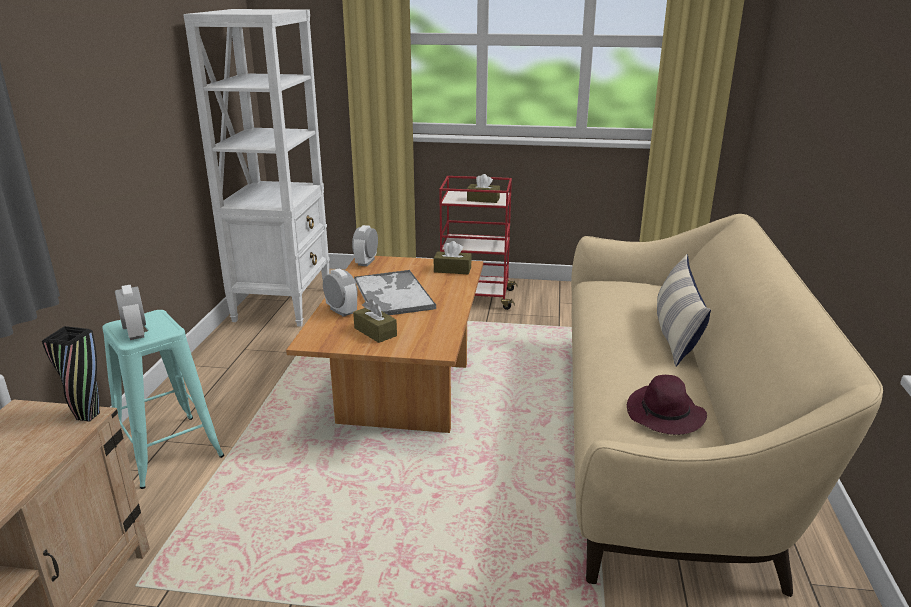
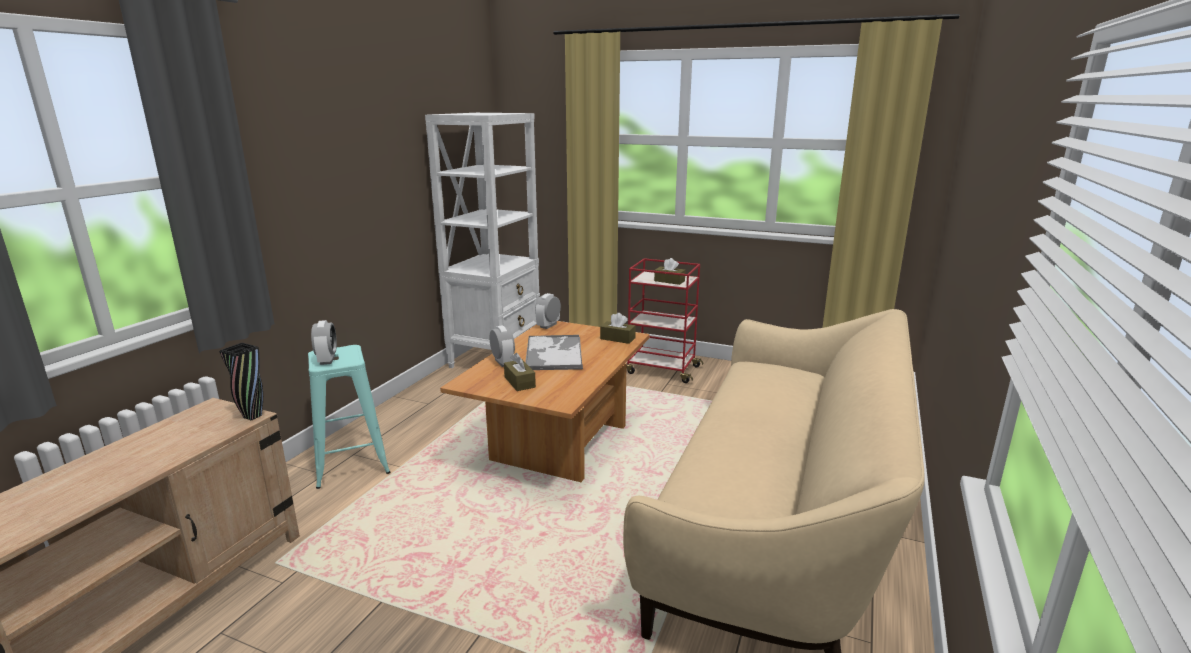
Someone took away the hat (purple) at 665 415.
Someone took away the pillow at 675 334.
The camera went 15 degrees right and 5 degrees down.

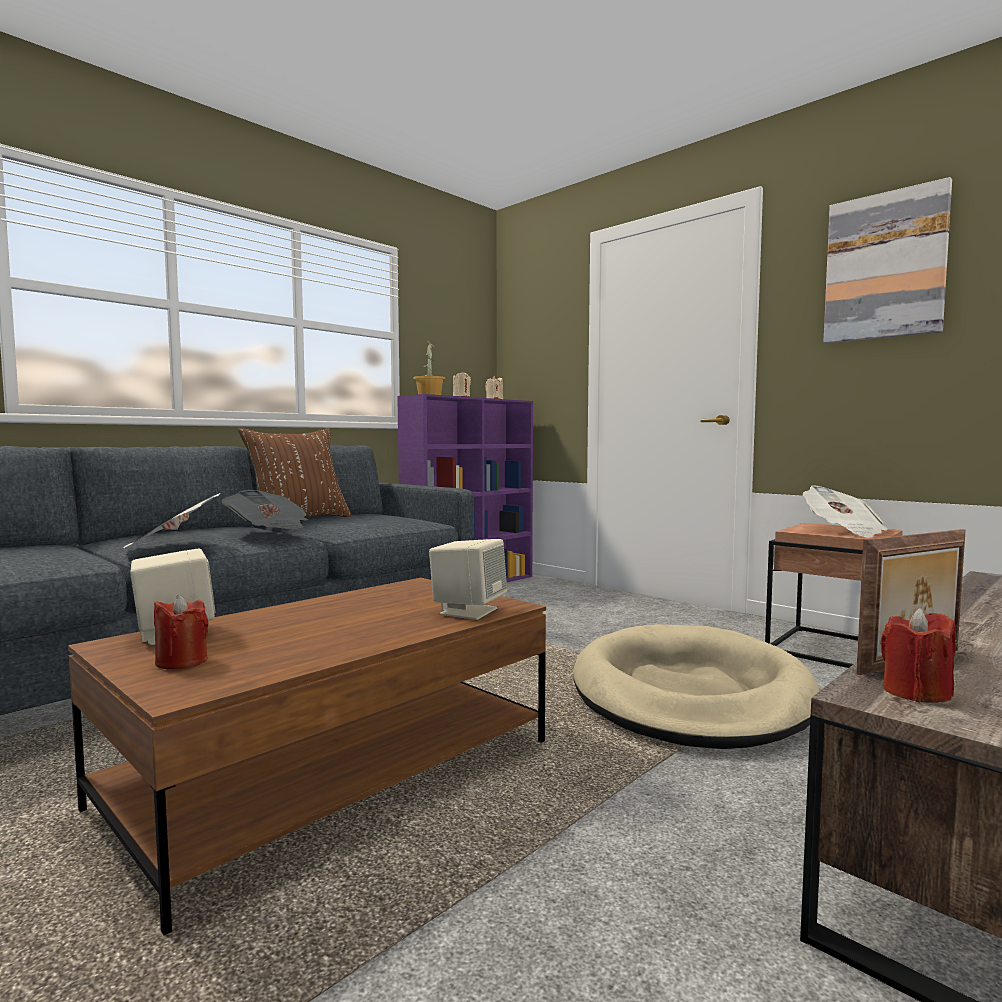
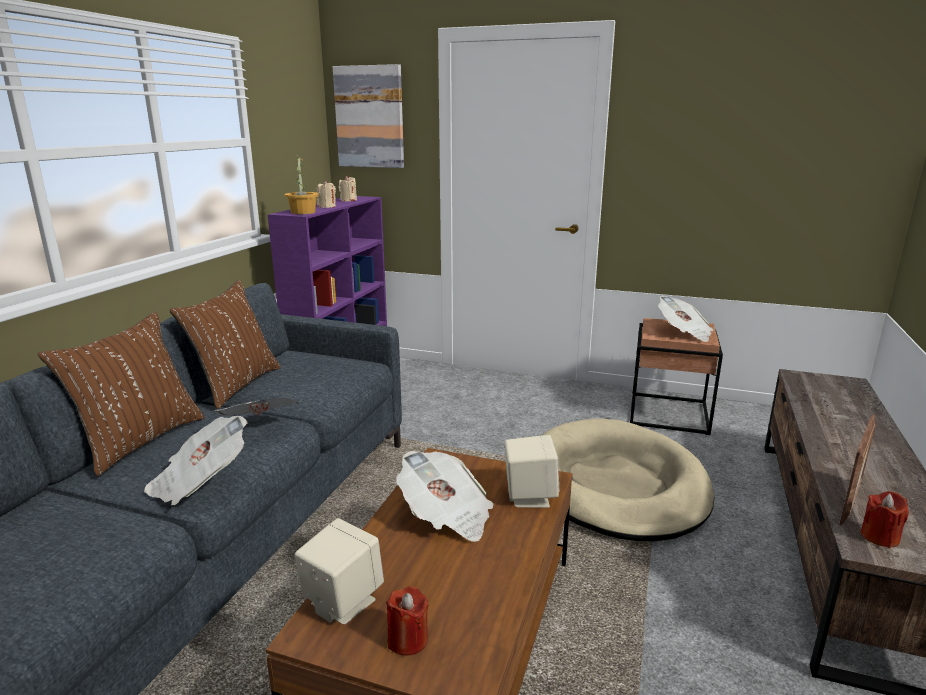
Someone put down the pillow (brown) at 140 441.
Someone put down the newspaper at 446 516.
Someone carried the picture from 885 266 to 370 117.
The camera went 25 degrees left and 15 degrees up.

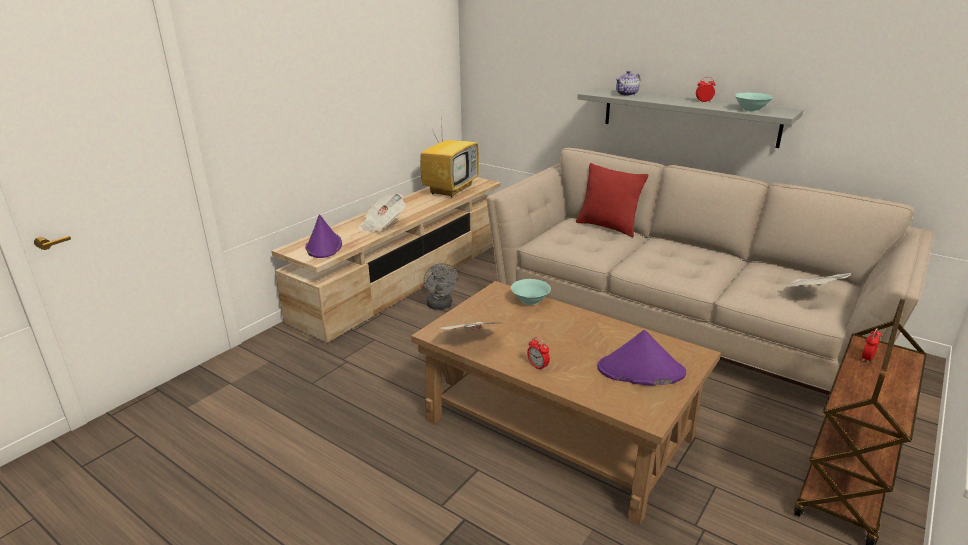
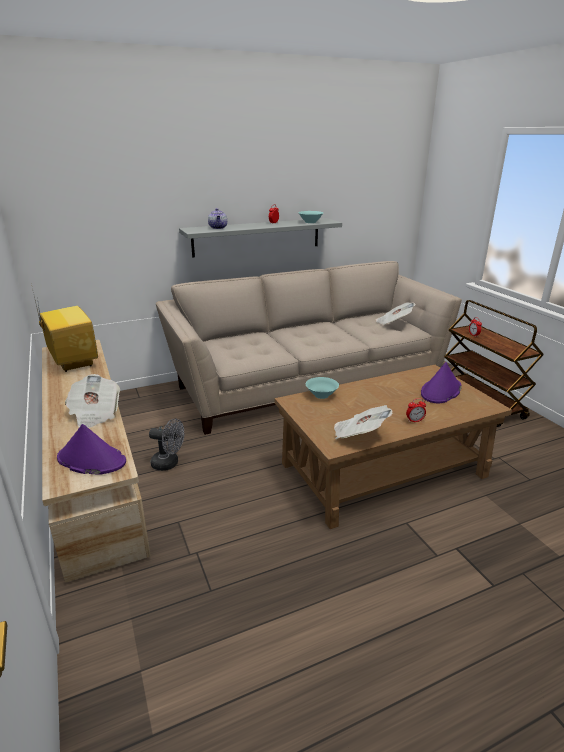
Someone took away the pillow (red) at 608 227.
The camera went 60 degrees left and 0 degrees up.

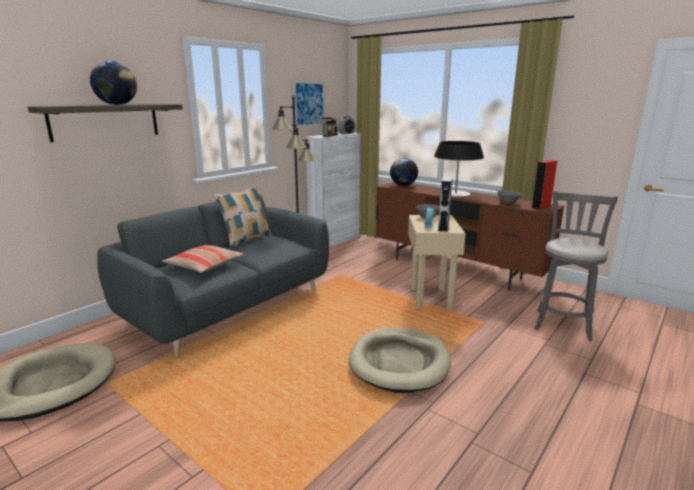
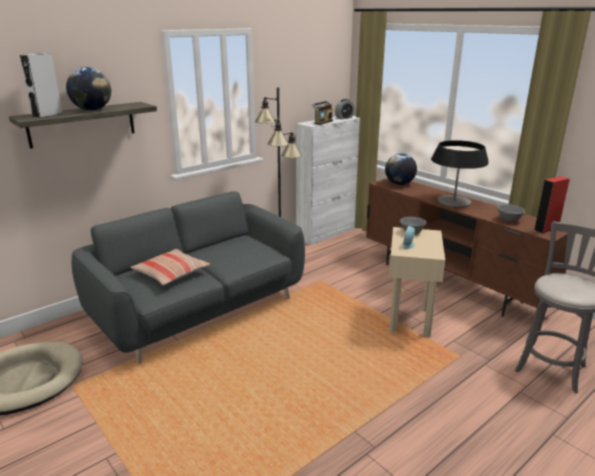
Someone took away the pillow at 246 240.
Someone took away the picture at 309 104.
Someone took away the dog bed (beige) at 399 362.
Someone carried the speaker (grey) from 443 228 to 47 115.
The camera went 10 degrees right and 5 degrees up.

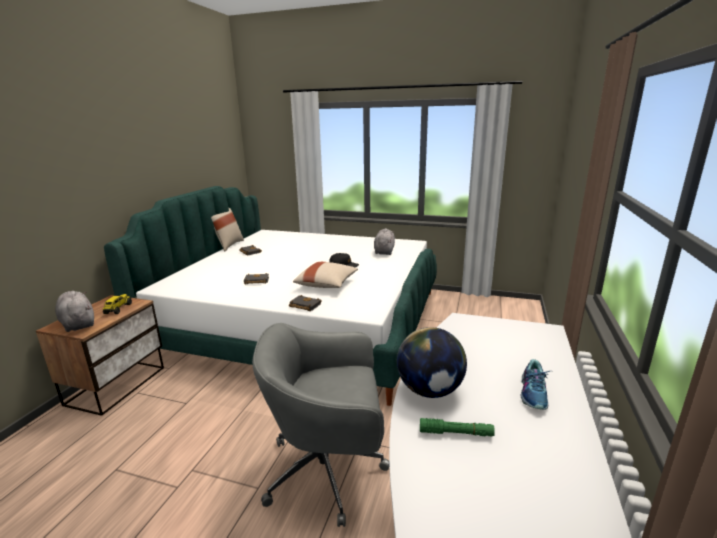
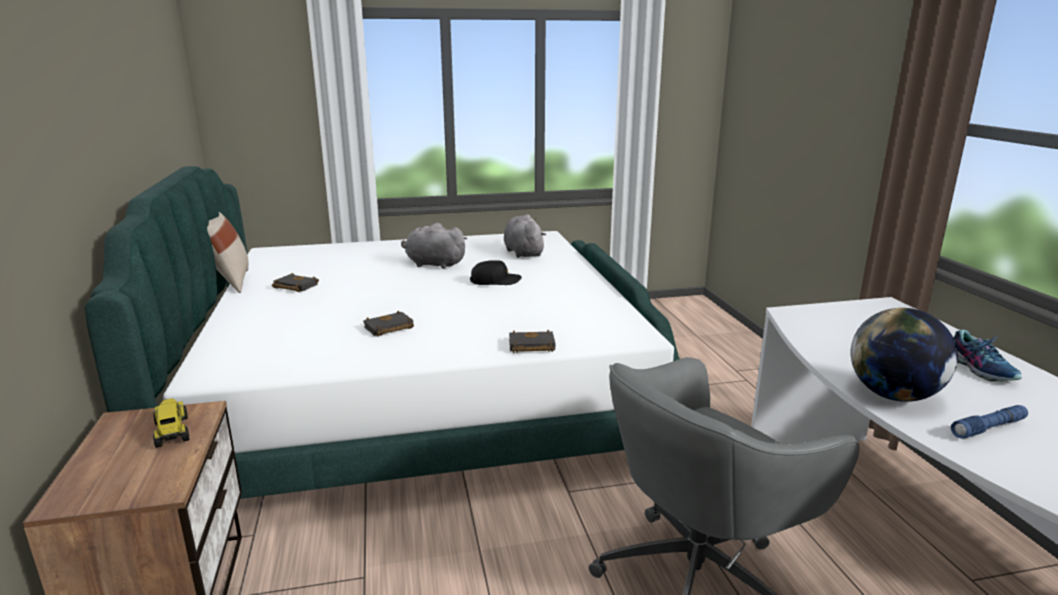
Someone took away the pillow (beige) at 327 284.
Someone carried the plush toy (grey) from 78 323 to 433 264.
Someone repainted the flashlight (green) at 456 433, which became the flashlight (blue) at 988 428.
The camera went 30 degrees left and 0 degrees up.

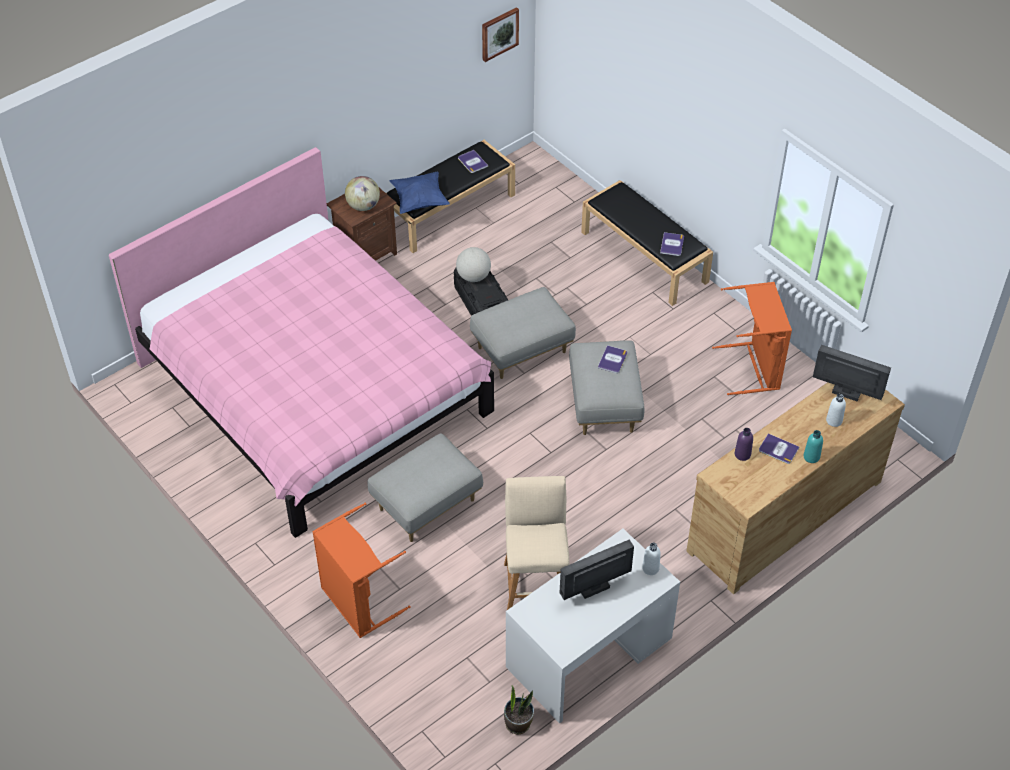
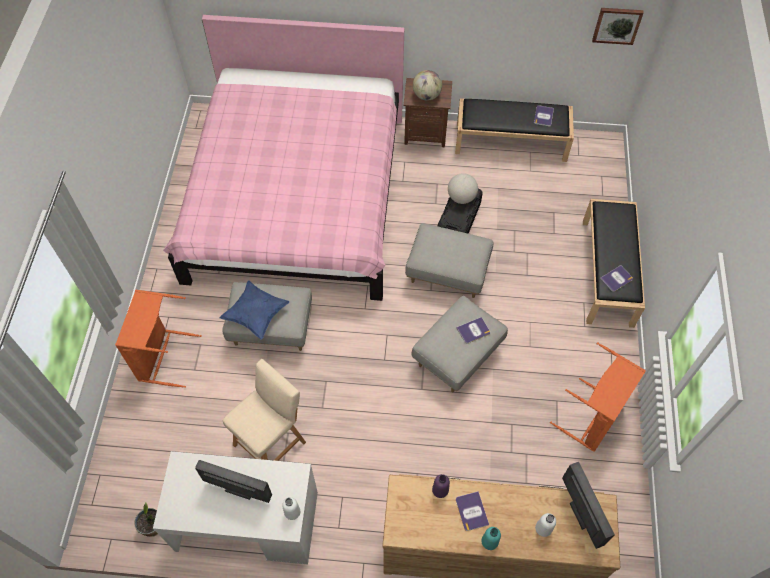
Someone carried the pillow (blue) from 419 201 to 256 315.
The camera went 45 degrees right and 10 degrees up.

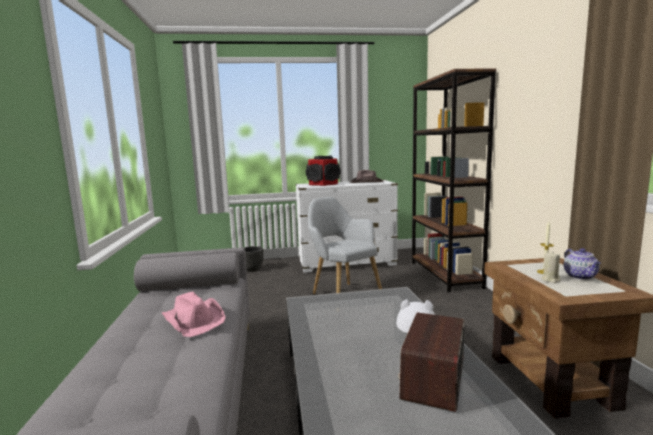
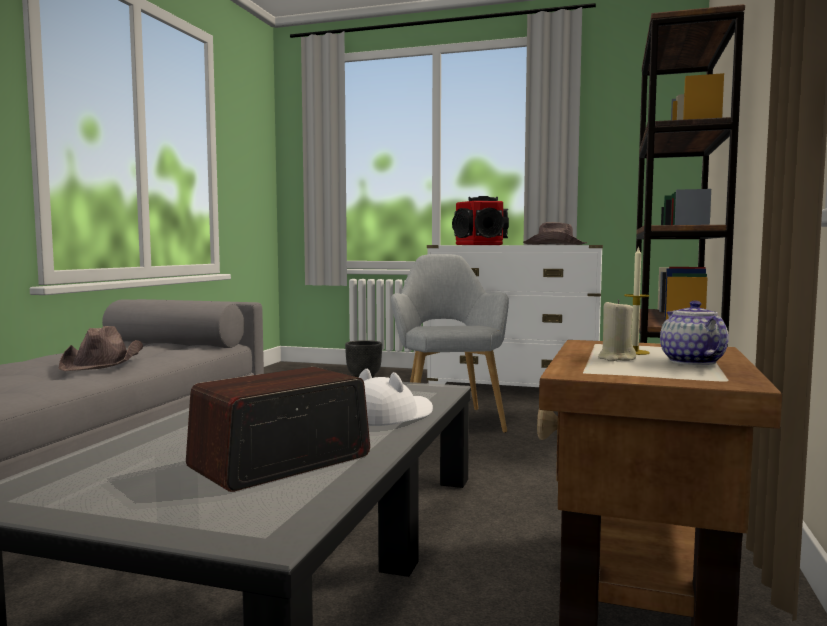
Someone repainted the hat (pink) at 194 320, which became the hat (brown) at 103 362.
Someone rotated the teapot at 581 276 by 150 degrees clockwise.
The camera went 25 degrees right and 5 degrees down.

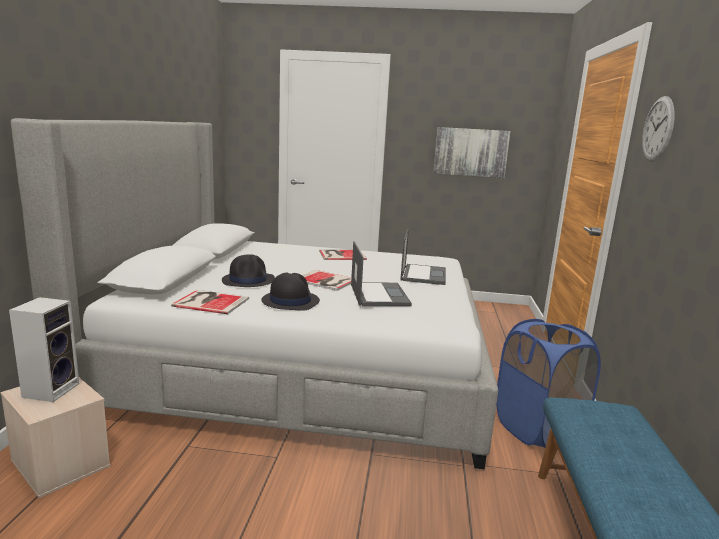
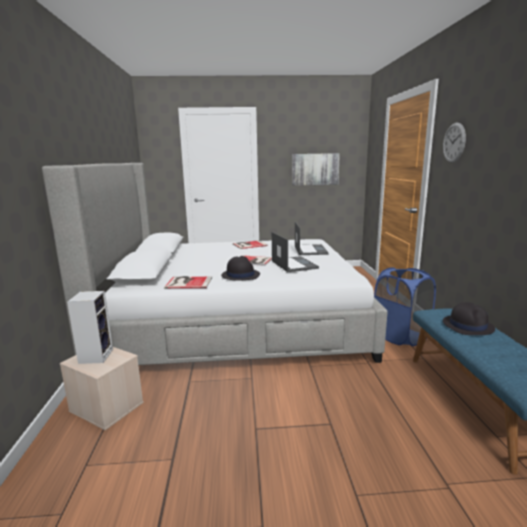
Someone carried the hat (black) from 248 280 to 468 325.
The camera went 10 degrees left and 0 degrees up.

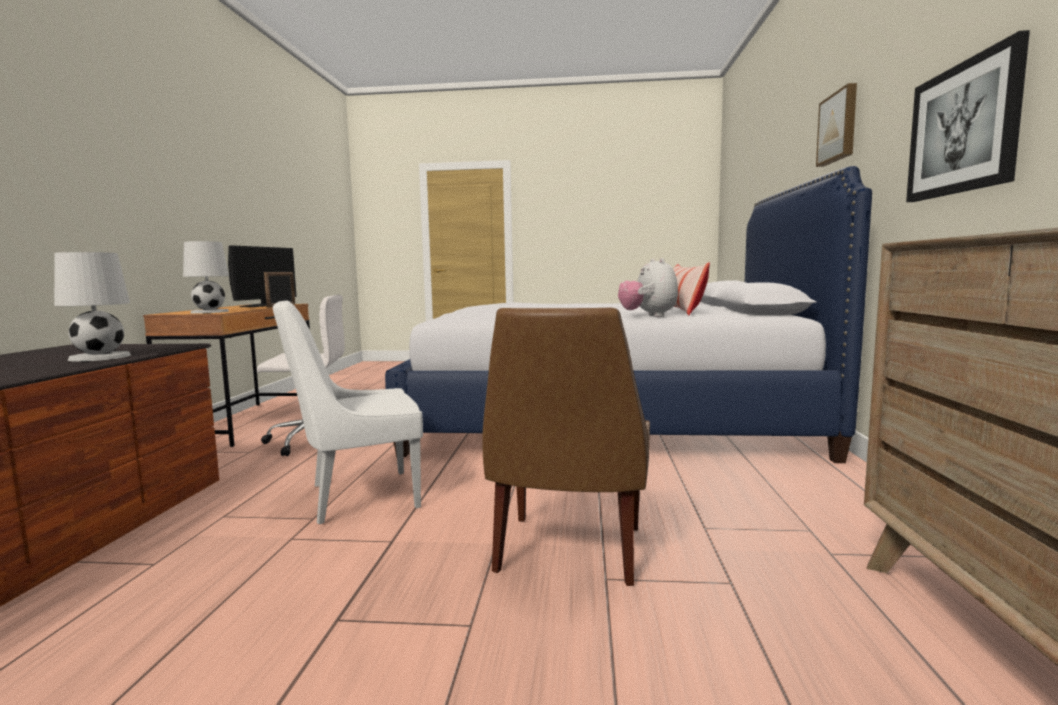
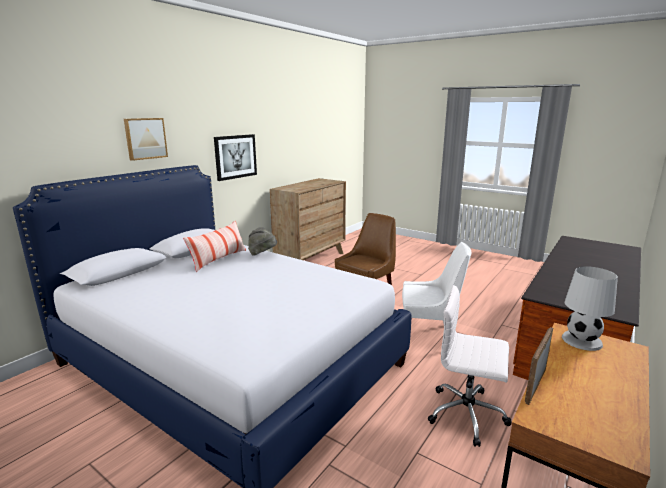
Someone took away the table lamp (white) at 99 357.
Someone took away the monitor at 265 305.
Someone swapped the plush toy at 648 316 for the hat (grey) at 263 255.
The camera went 150 degrees left and 10 degrees up.

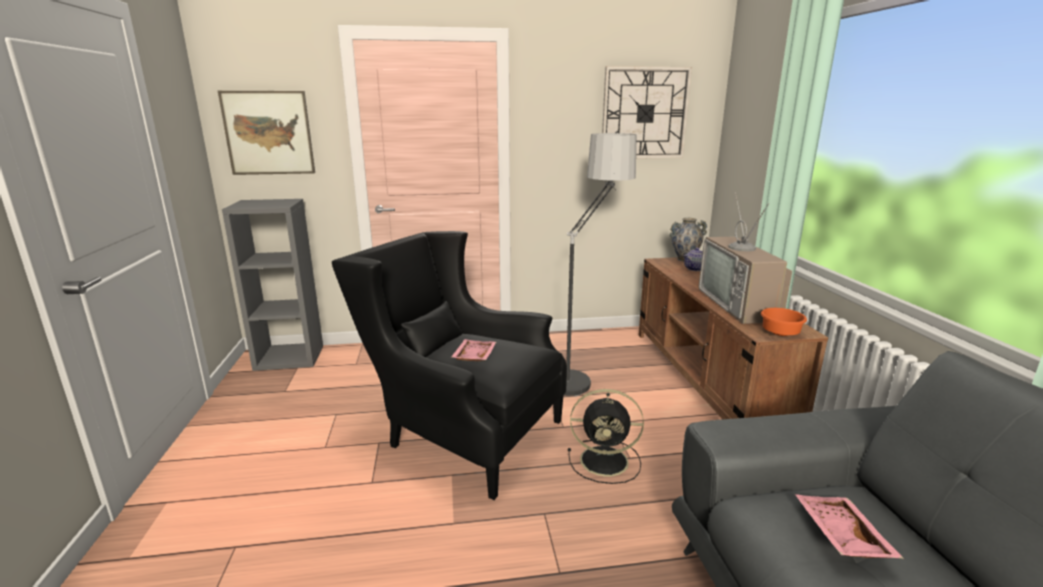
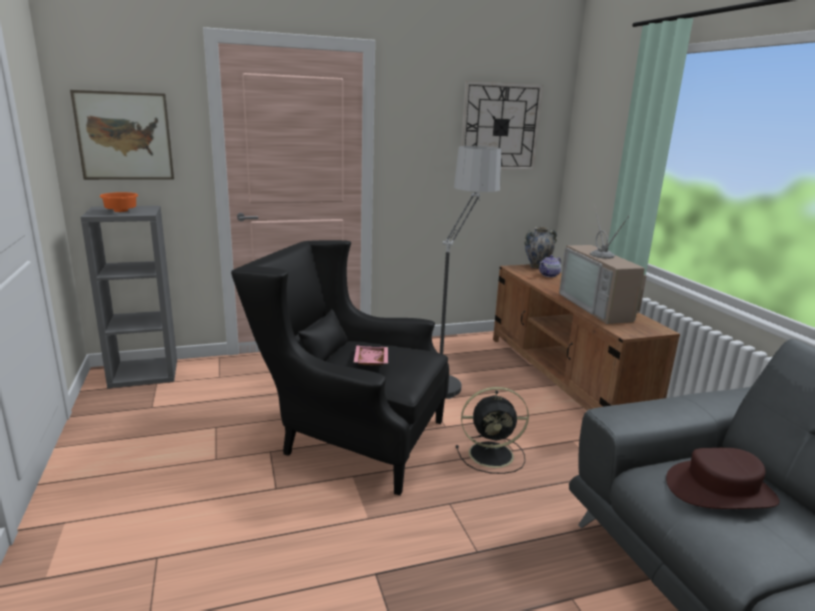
Someone carried the bowl (orange) from 778 333 to 120 211.
Someone swapped the tray (pink) at 839 535 for the hat (brown) at 720 490.
The camera went 10 degrees left and 0 degrees up.

